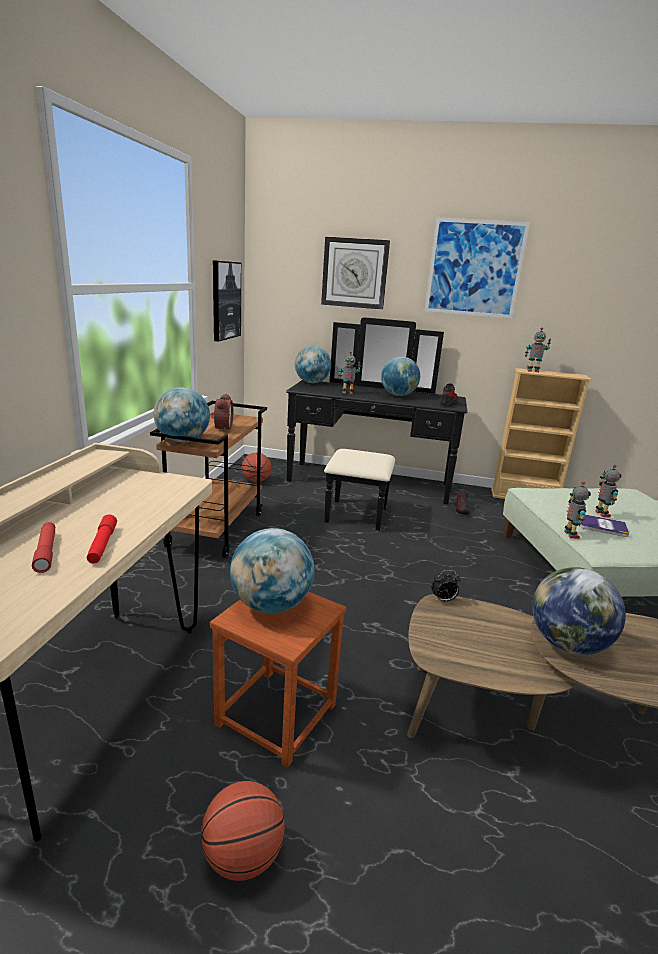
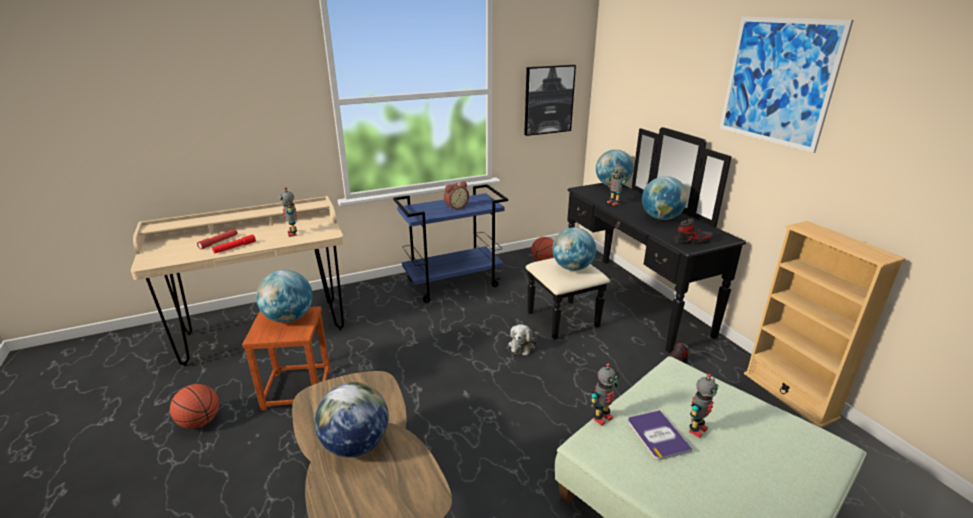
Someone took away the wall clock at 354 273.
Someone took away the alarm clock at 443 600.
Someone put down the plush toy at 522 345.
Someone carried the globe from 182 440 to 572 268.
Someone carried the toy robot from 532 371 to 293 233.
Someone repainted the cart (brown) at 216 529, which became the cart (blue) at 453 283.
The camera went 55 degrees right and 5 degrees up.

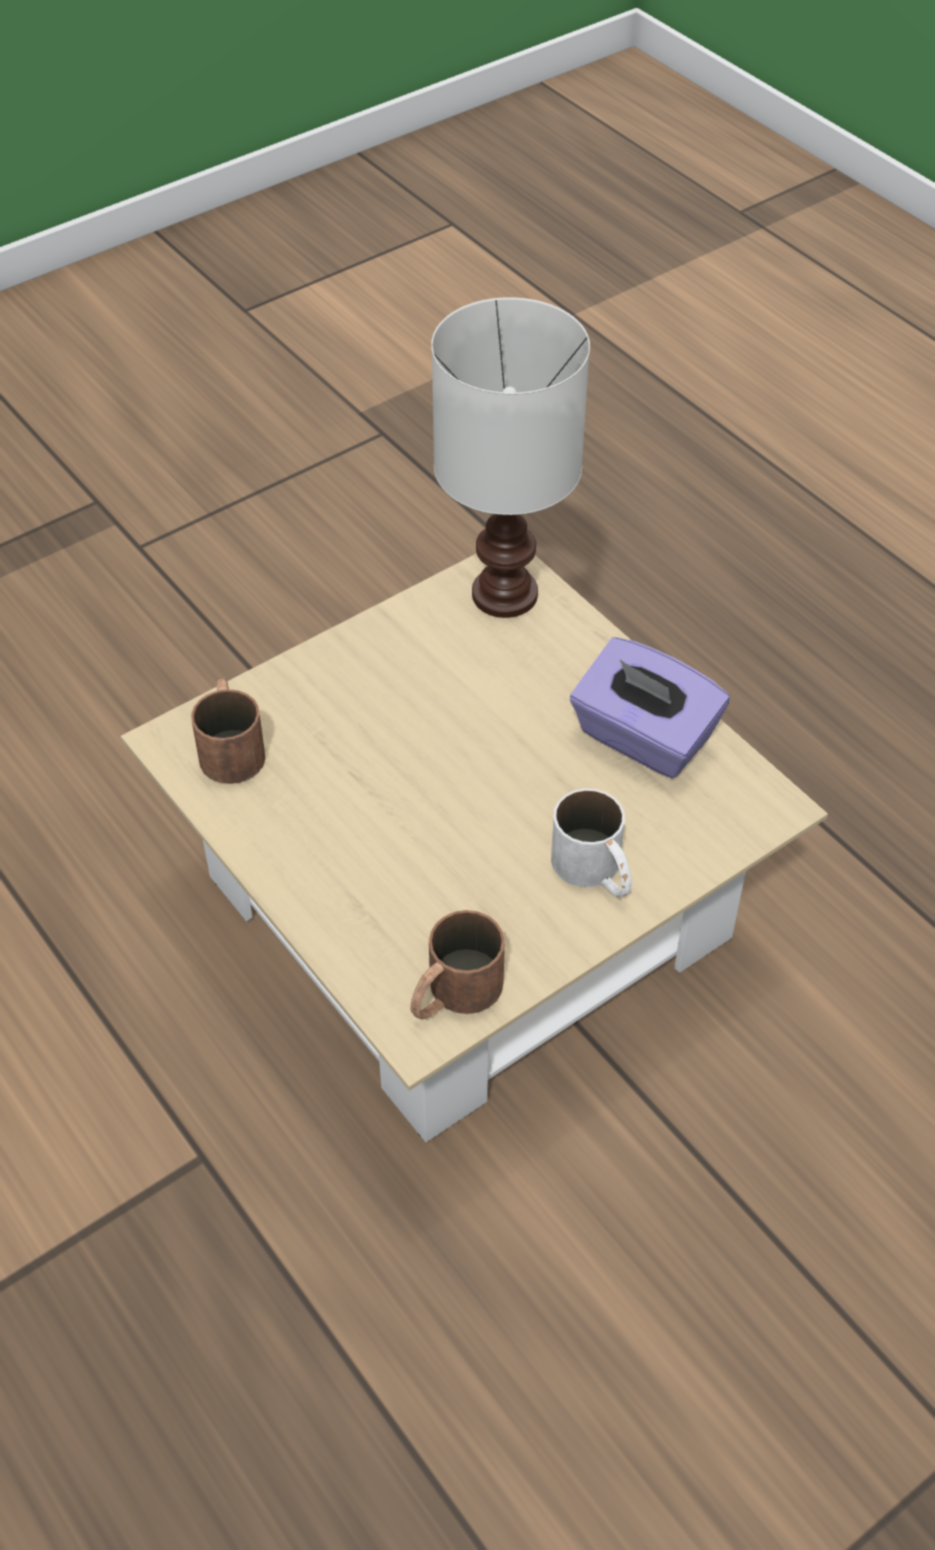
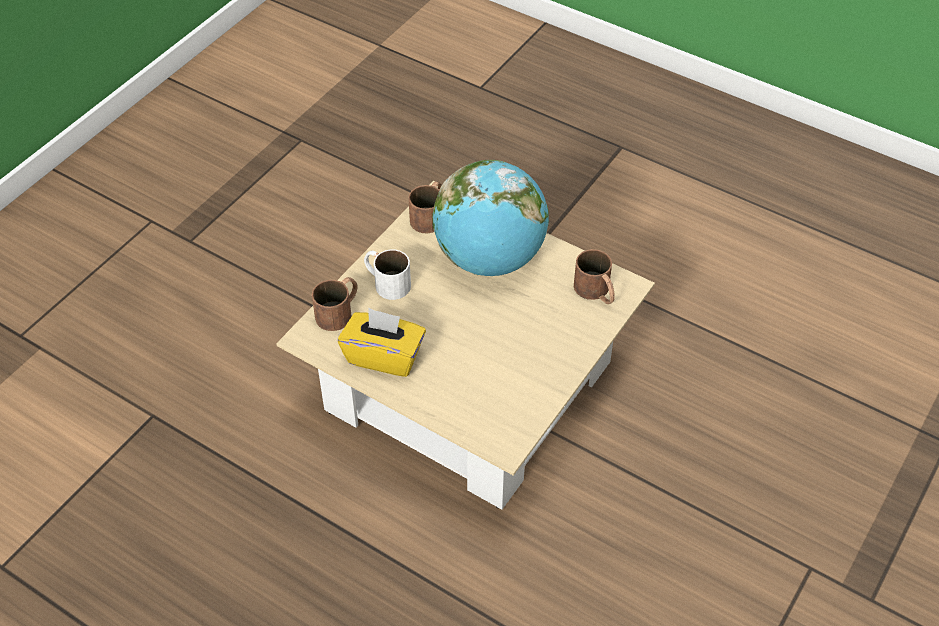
Someone took away the table lamp (white) at 505 592.
Someone put down the mug (brown) at 339 311.
Someone put down the globe at 490 258.
Someone repainted the tissue box (purple) at 643 738, which became the tissue box (yellow) at 384 356.
The camera went 160 degrees right and 0 degrees up.

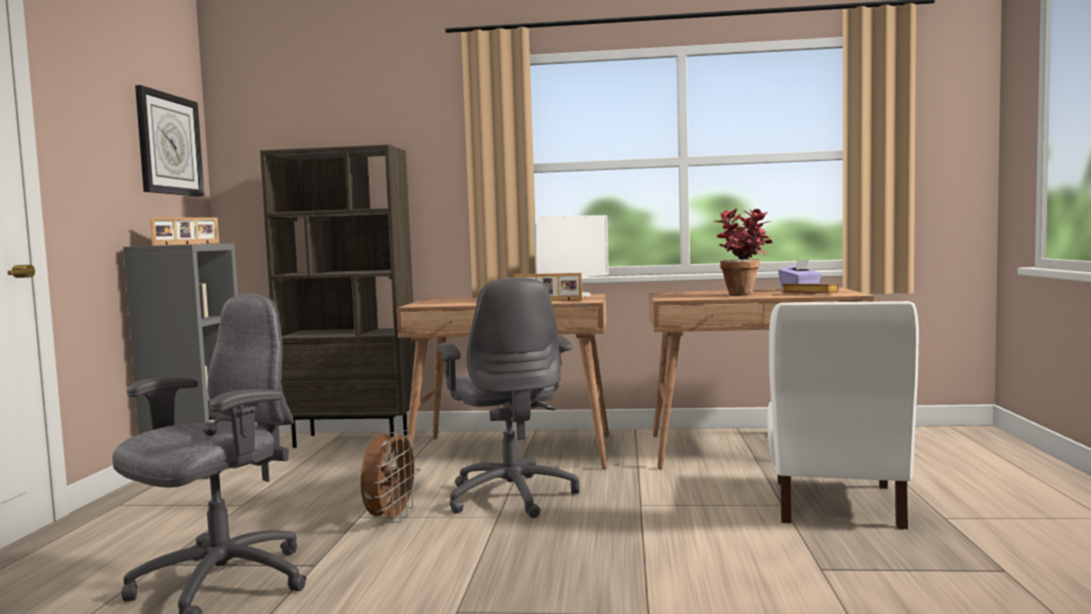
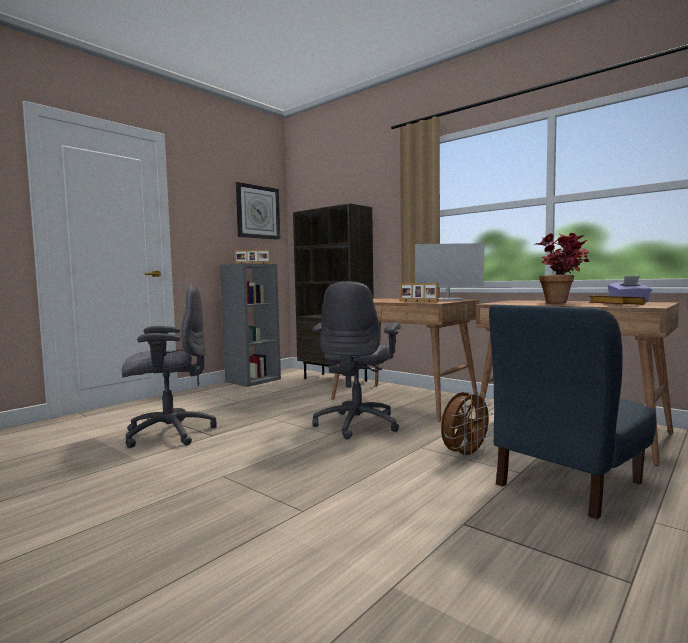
Someone carried the fan (brown) from 390 519 to 465 456.
Someone repainted the chair (white) at 836 504, which became the chair (blue) at 567 483.
The camera went 35 degrees right and 0 degrees up.

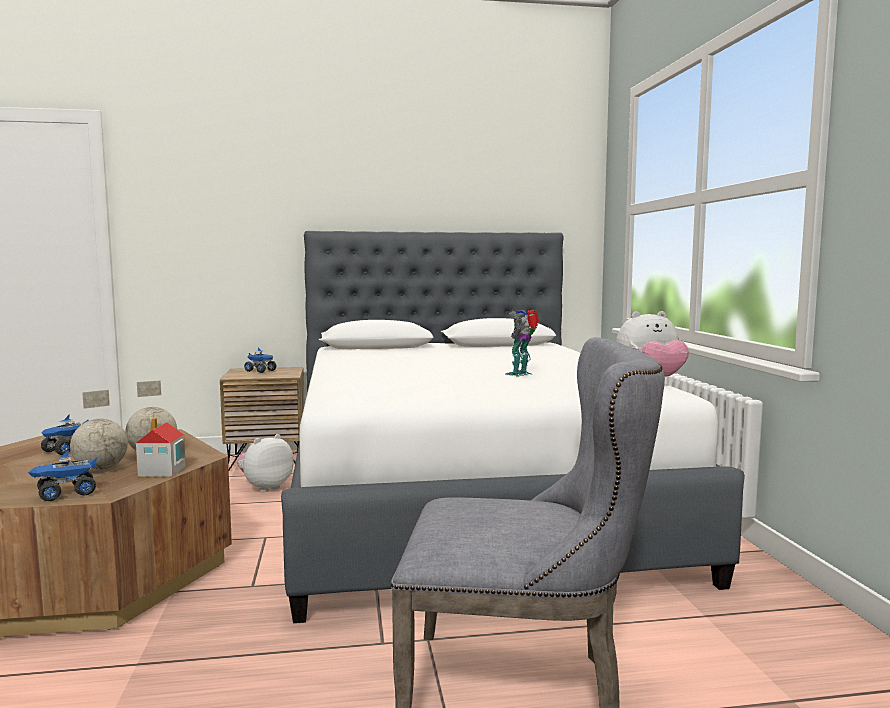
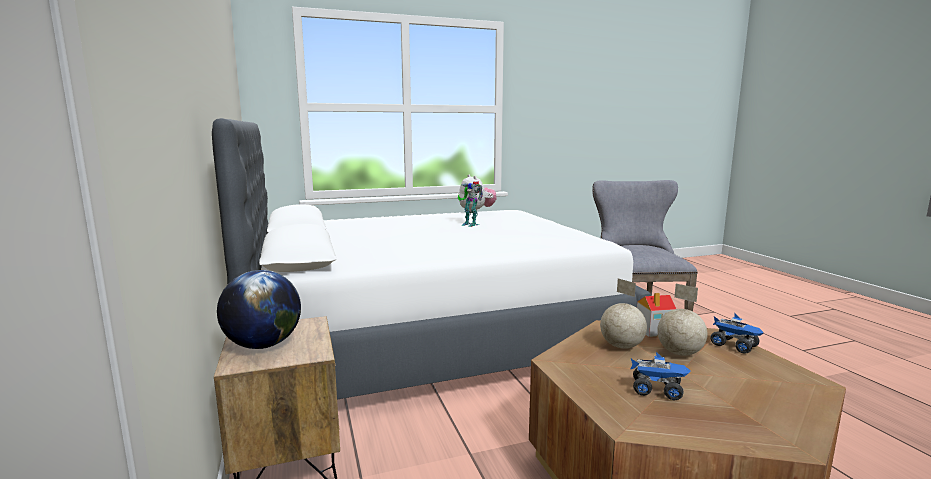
Someone took away the plush toy at 265 487.
Someone swapped the toy truck at 261 371 for the globe at 263 345.
The camera went 100 degrees left and 5 degrees up.

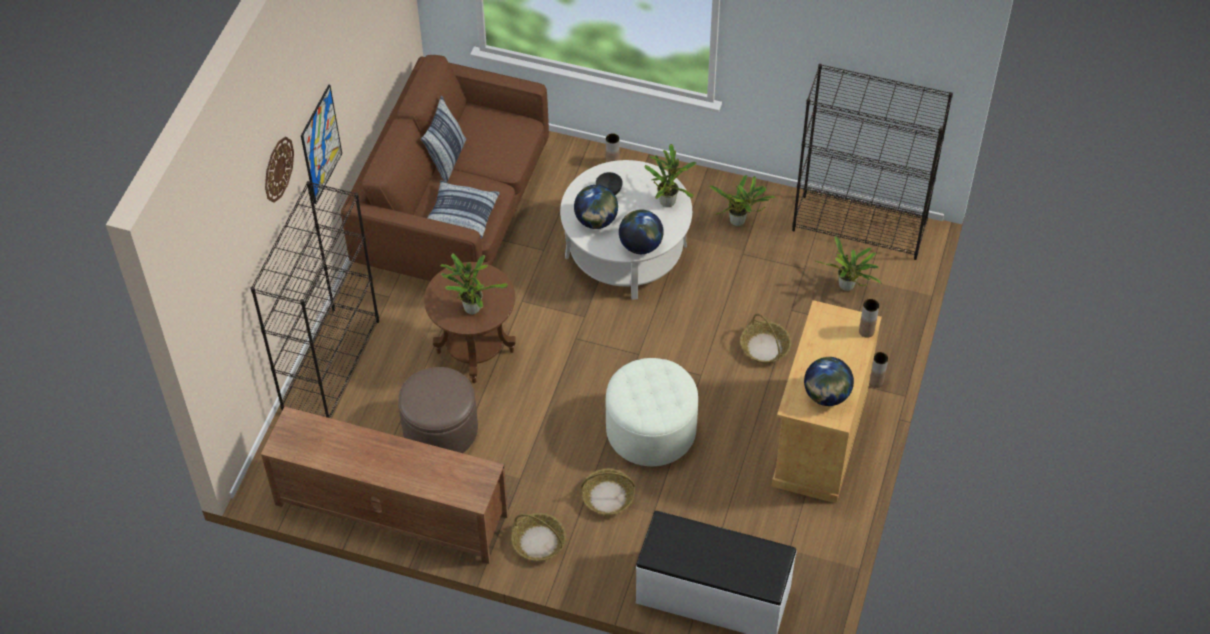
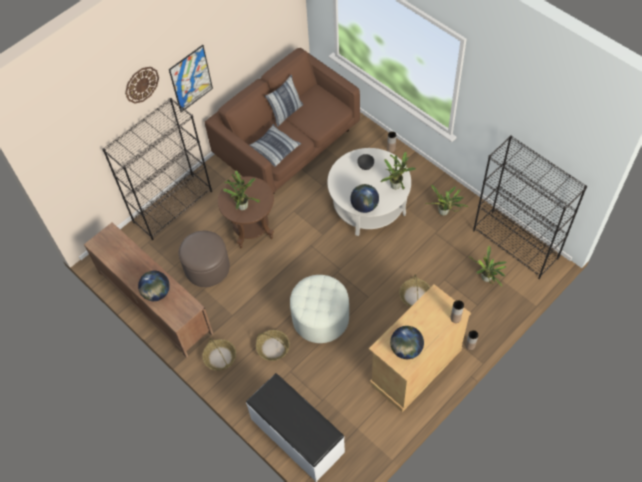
Someone carried the globe from 596 221 to 157 293.
The camera went 30 degrees right and 5 degrees up.

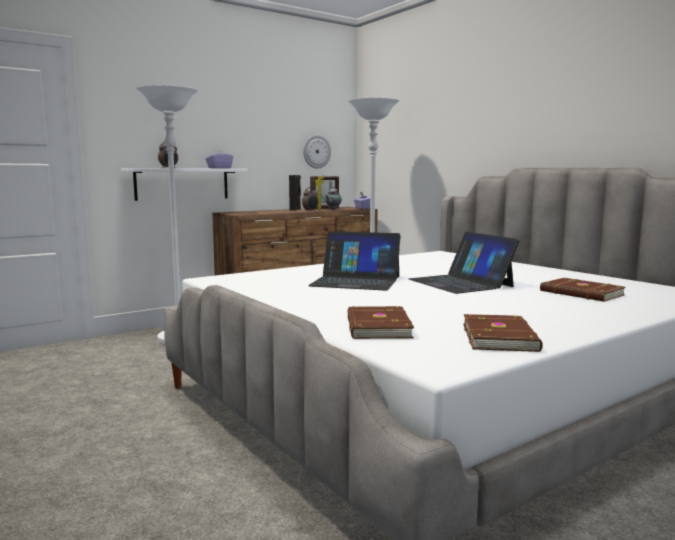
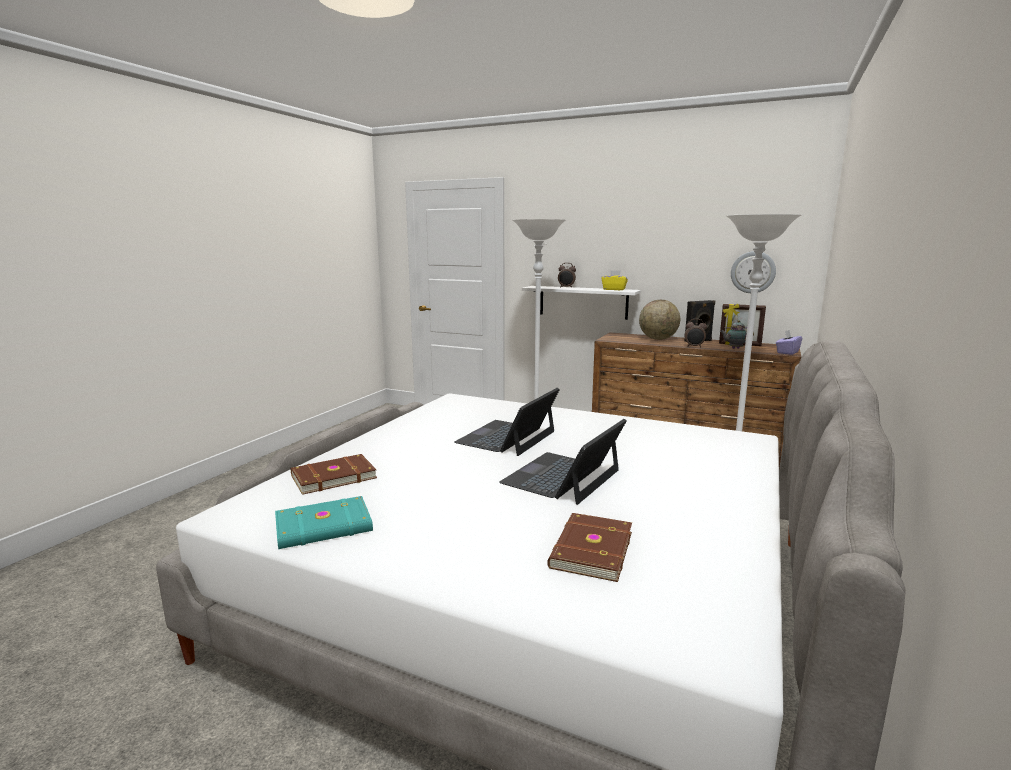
Someone put down the globe at 658 339.
Someone repainted the tissue box (purple) at 219 168, which became the tissue box (yellow) at 614 289.
Someone repainted the book (brown) at 501 337, which became the book (turquoise) at 324 527.
Someone rotated the laptop at 355 281 by 45 degrees clockwise.
The camera went 60 degrees right and 5 degrees up.

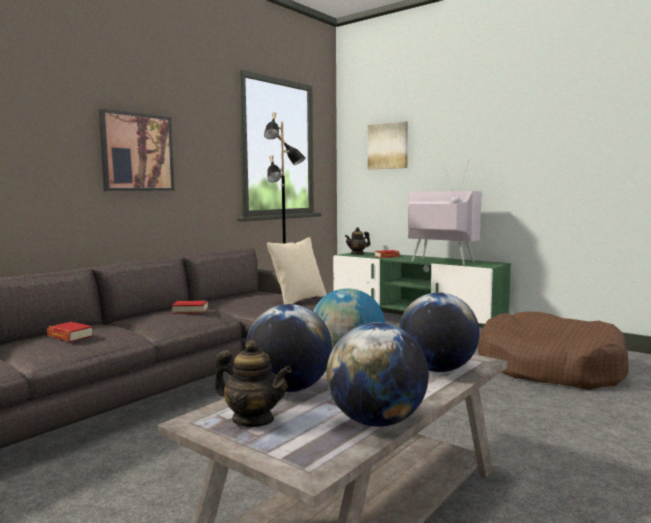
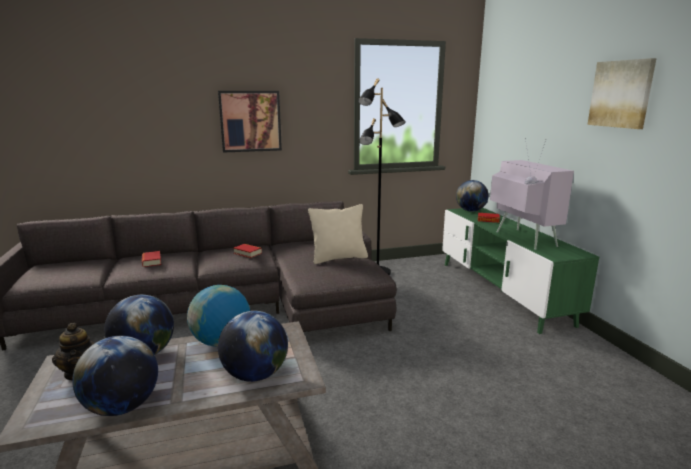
Someone took away the dog bed (brown) at 548 368.
Someone carried the picture from 388 146 to 621 94.
Someone swapped the teapot at 357 253 for the globe at 470 211.
The camera went 35 degrees right and 10 degrees up.

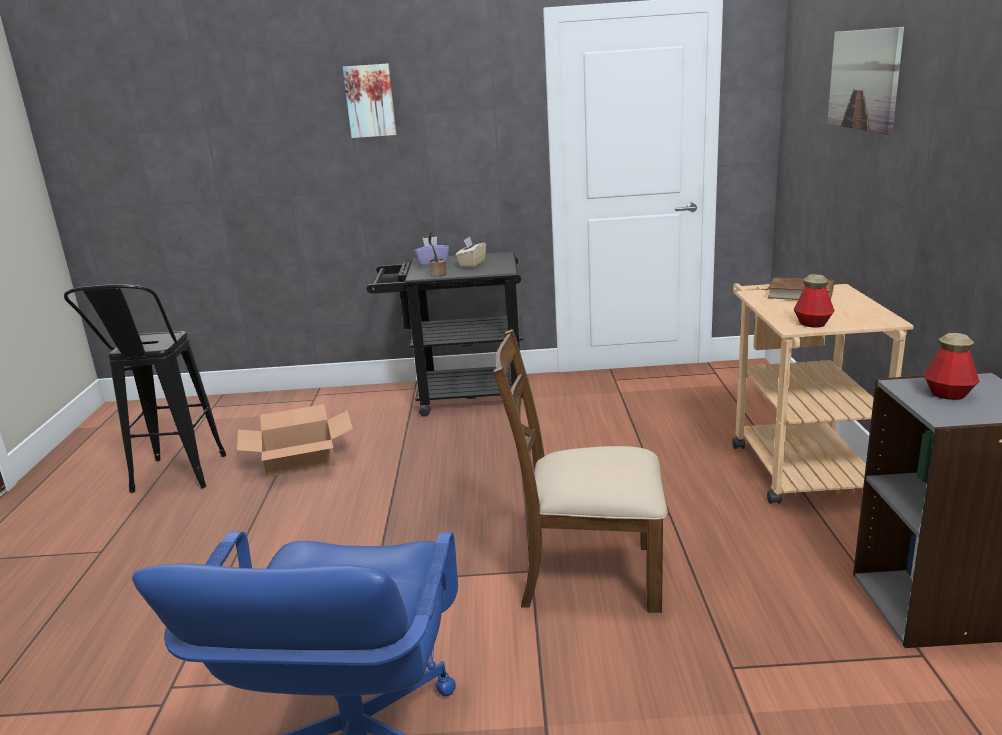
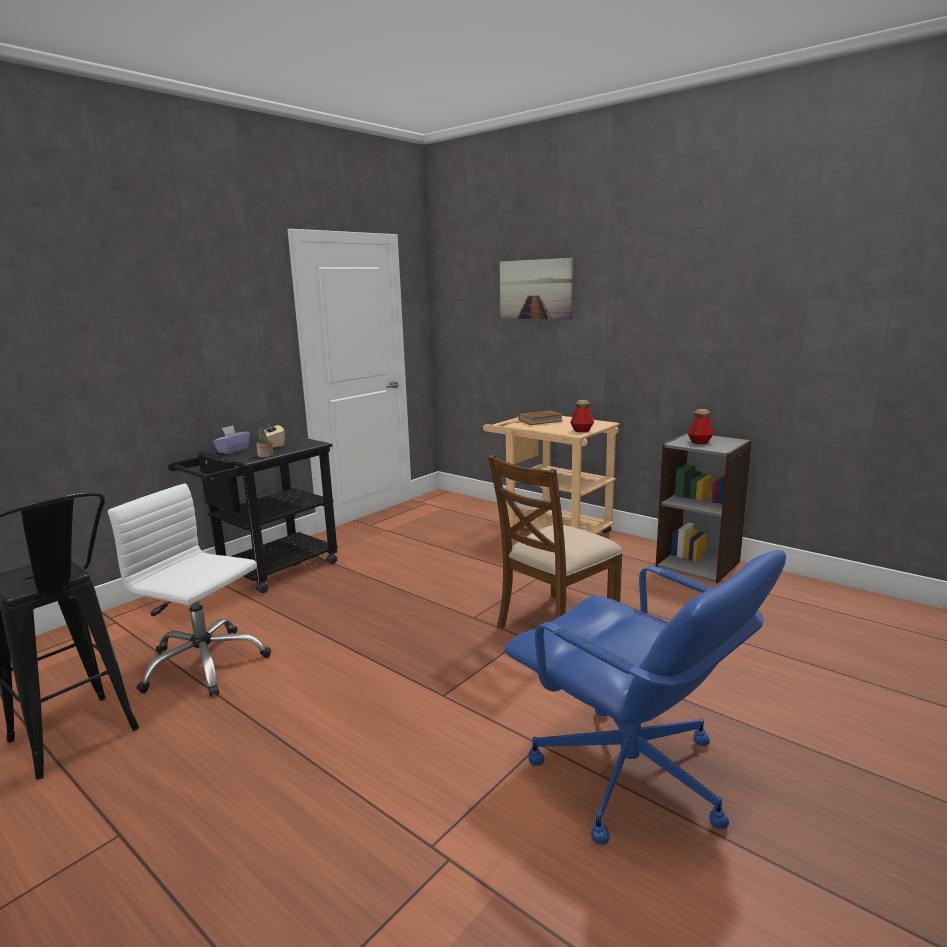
Someone took away the picture at 370 101.
Someone swapped the cardboard box at 300 459 for the office chair (white) at 204 664.
The camera went 50 degrees left and 5 degrees down.

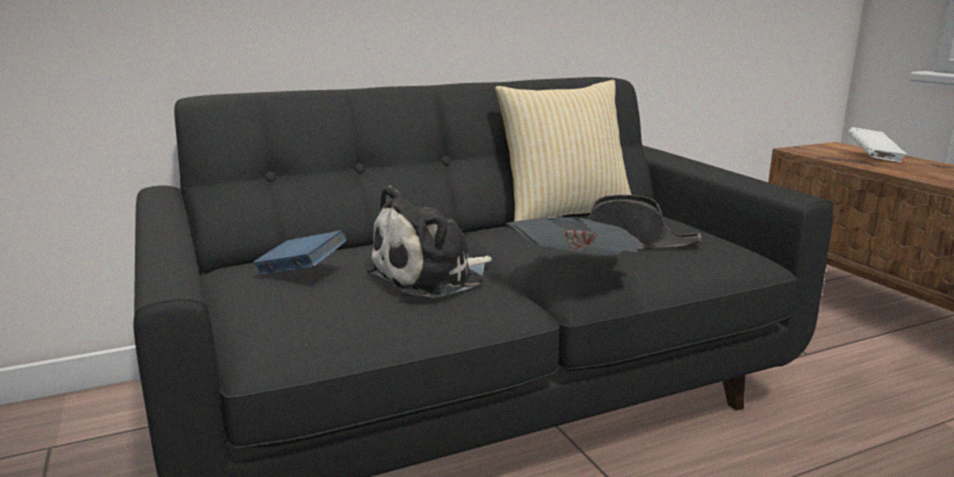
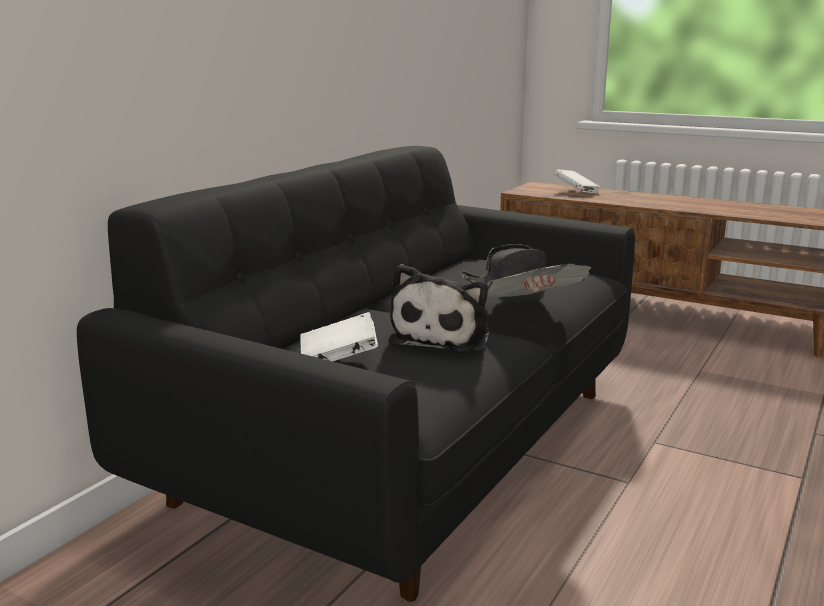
Someone took away the pillow at 563 214.
Someone repainted the book (blue) at 301 273, which became the book (white) at 338 359.
The camera went 35 degrees left and 0 degrees up.

